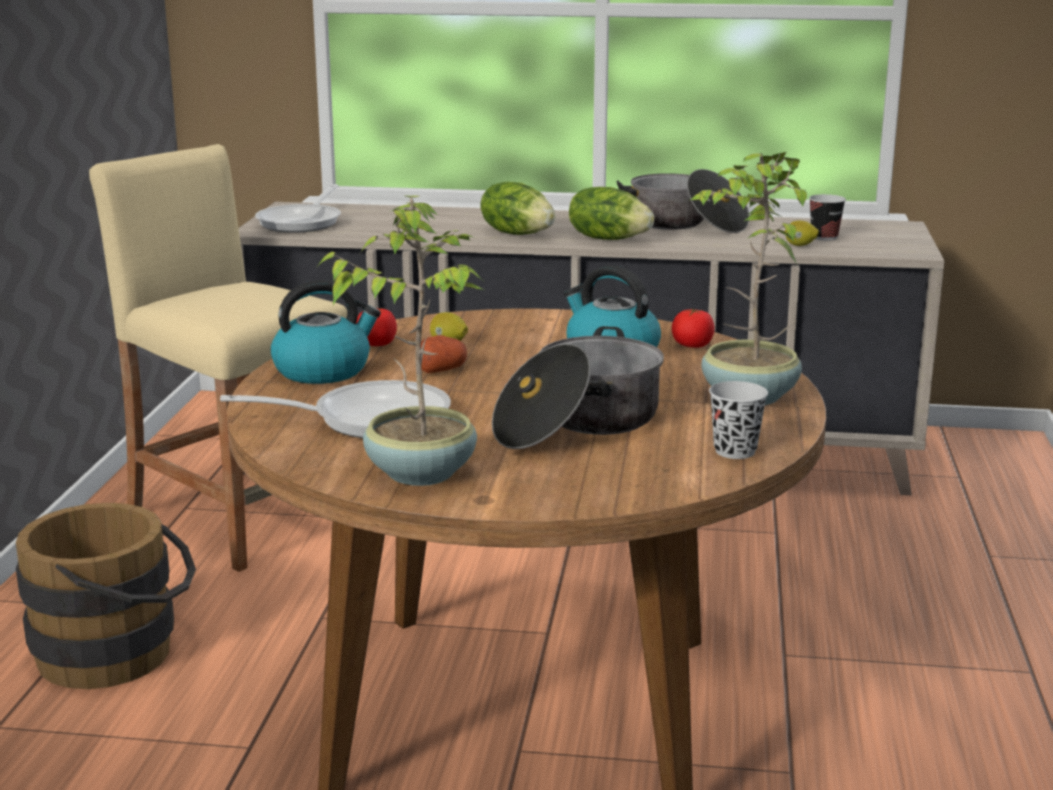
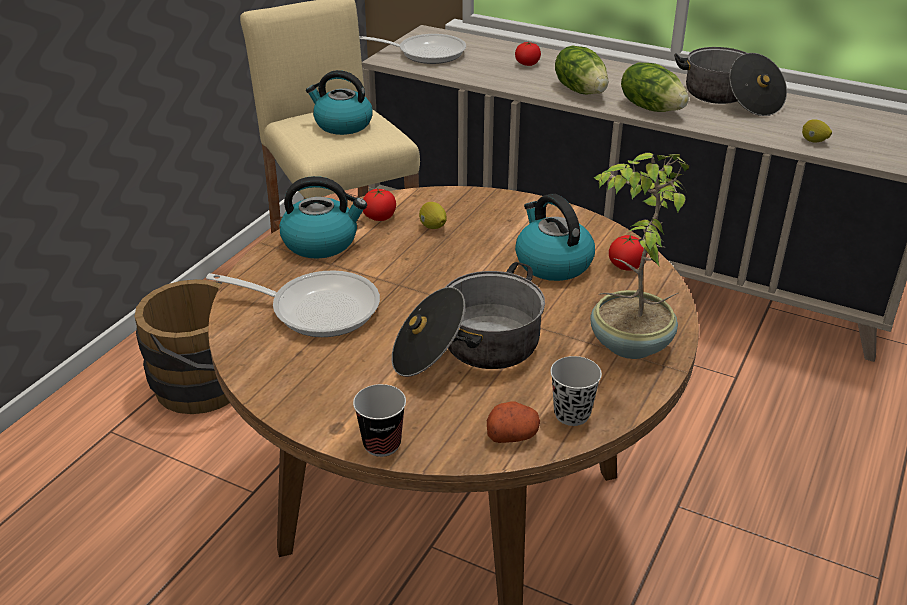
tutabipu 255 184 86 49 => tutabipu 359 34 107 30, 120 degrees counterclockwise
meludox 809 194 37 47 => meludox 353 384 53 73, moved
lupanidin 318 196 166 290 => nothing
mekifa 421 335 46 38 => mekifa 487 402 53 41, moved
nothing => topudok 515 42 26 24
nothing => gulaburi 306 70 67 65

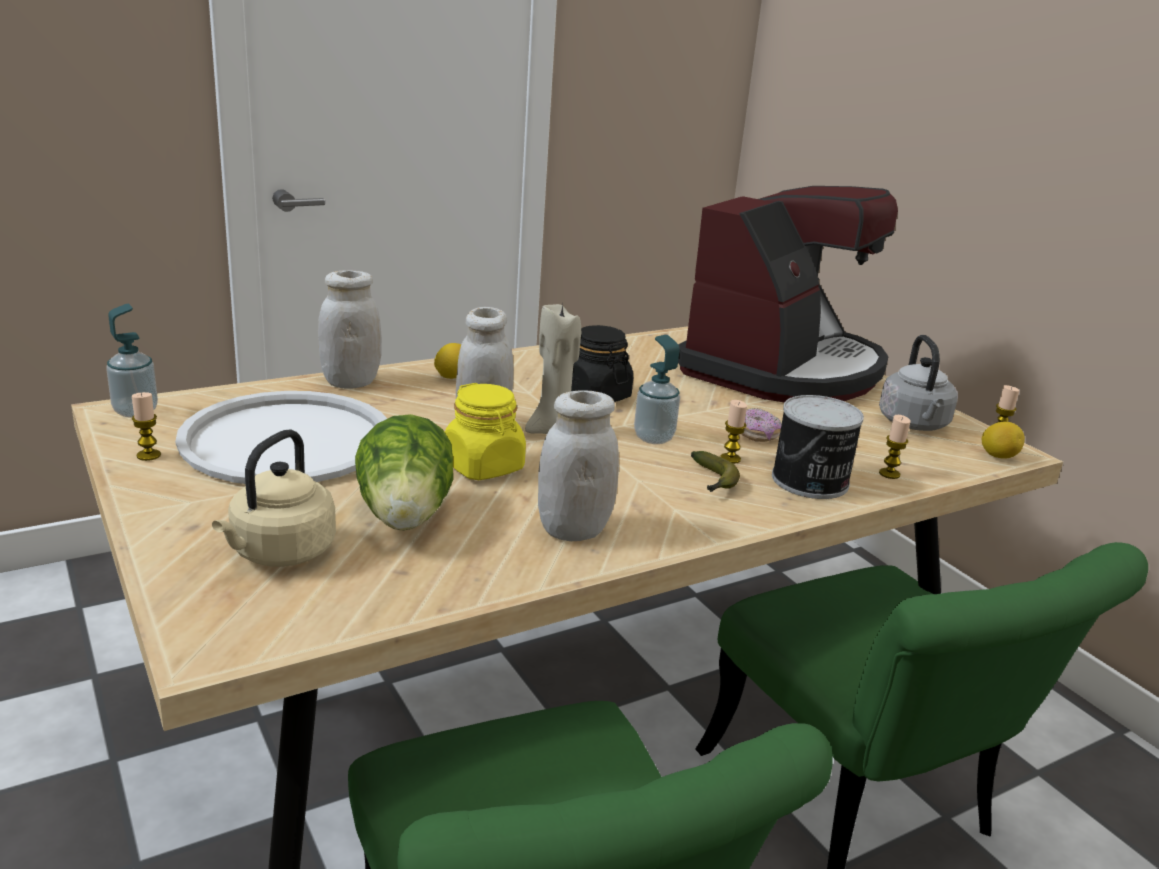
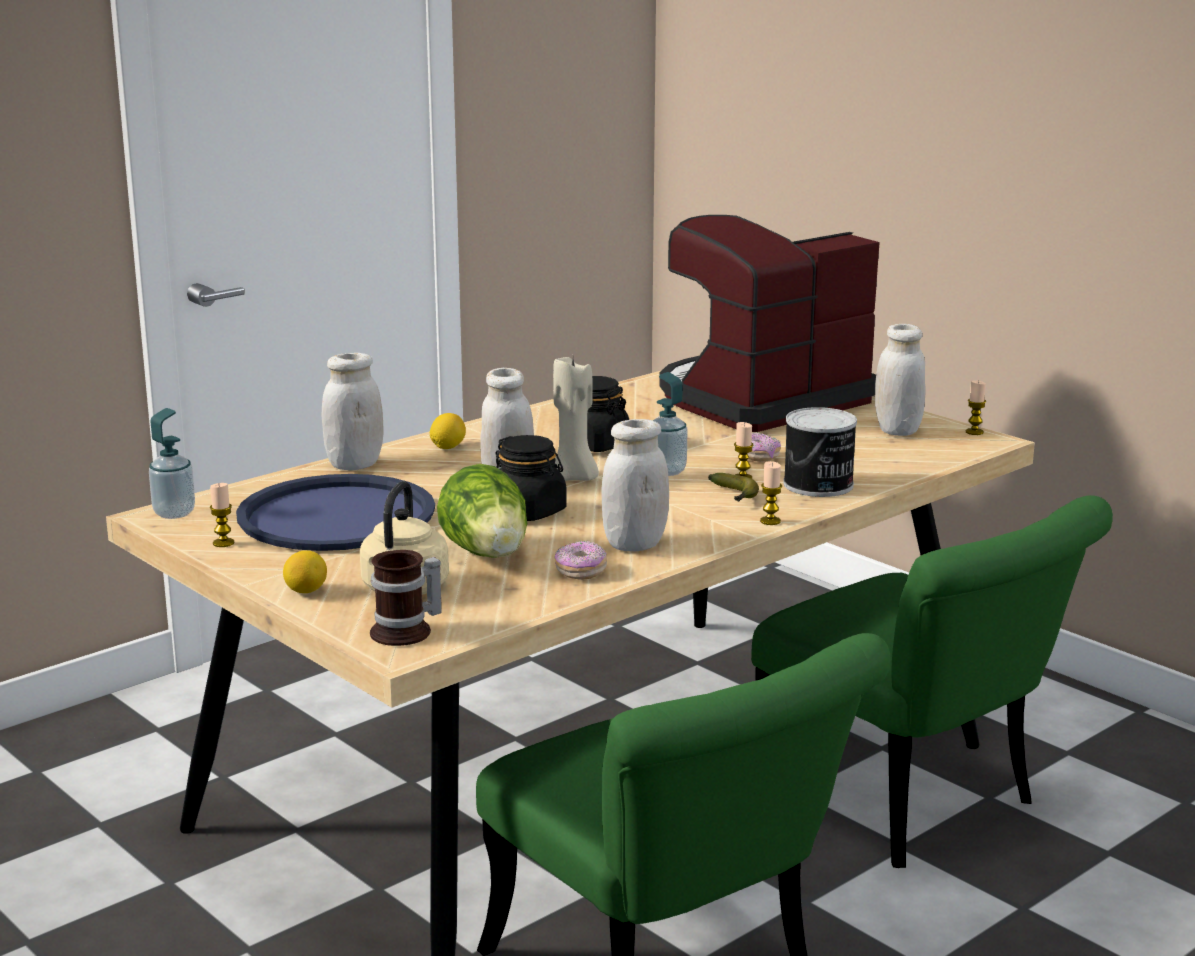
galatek 678 186 220 217 => galatek 659 215 221 217, 150 degrees counterclockwise
gulaburi (grey) 879 335 79 96 => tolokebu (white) 875 324 51 112
tolokebu (yellow) 445 383 81 97 => tolokebu (black) 496 435 71 86
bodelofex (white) 175 391 212 93 => bodelofex (blue) 236 474 199 77
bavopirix 879 415 32 64 => bavopirix 760 461 22 64, moved
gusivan 981 421 44 38 => gusivan 283 550 44 43, moved
nothing => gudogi 555 541 52 39
nothing => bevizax 370 550 72 96

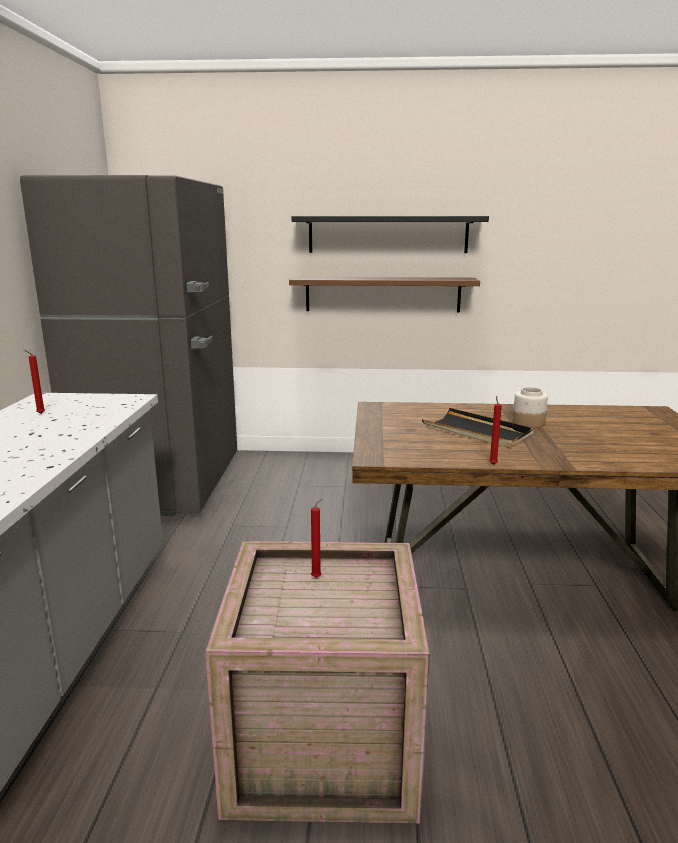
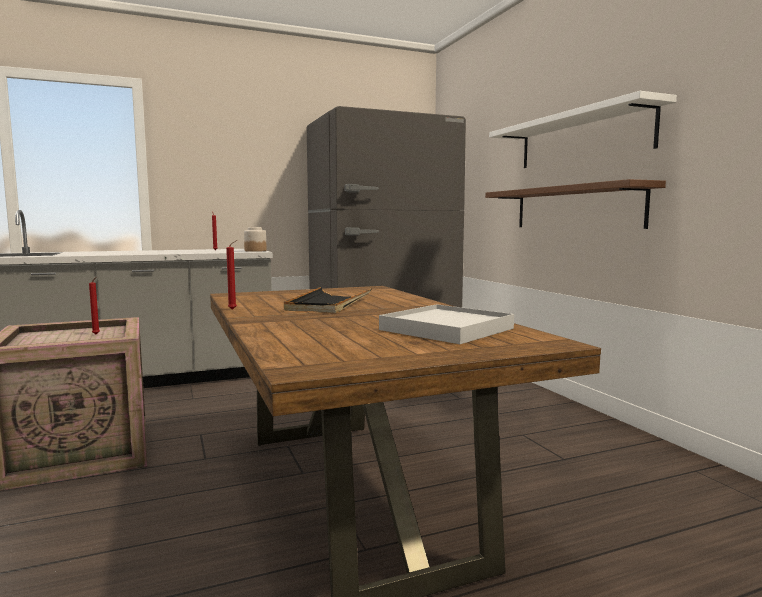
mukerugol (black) 292 216 197 37 => mukerugol (white) 489 91 188 77
tolokebu 513 387 35 41 => tolokebu 244 227 23 25, moved
nothing => bodelofex (white) 379 304 135 40

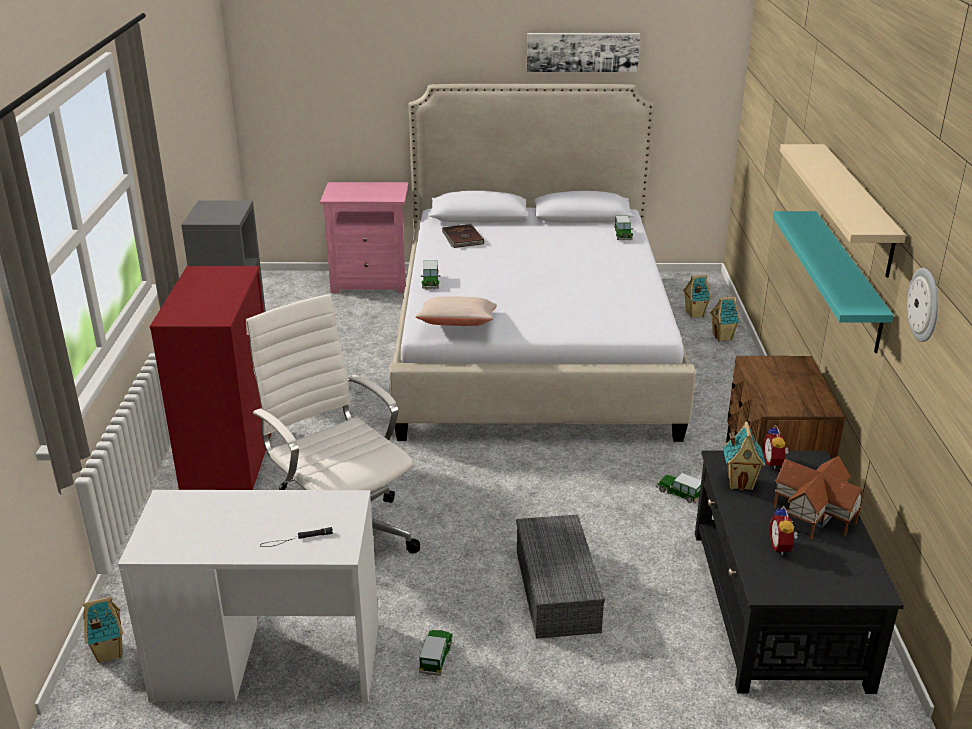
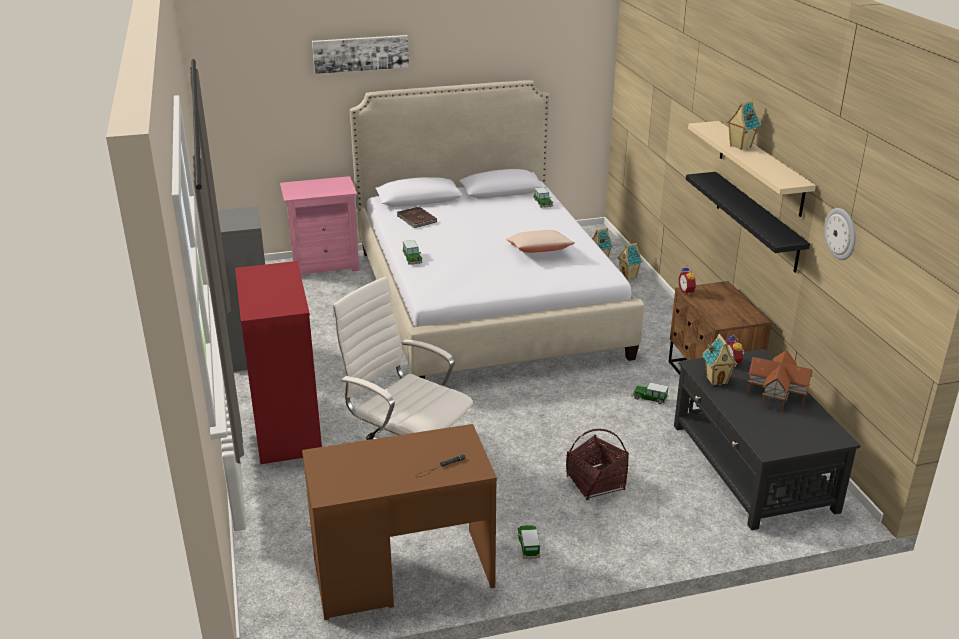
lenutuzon 527 33 113 39 => lenutuzon 312 35 97 39, moved
mukerugol (turquoise) 773 211 121 142 => mukerugol (black) 686 172 124 101
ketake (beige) 416 296 81 30 => ketake (beige) 506 230 69 23, moved
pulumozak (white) 118 490 261 214 => pulumozak (brown) 302 424 195 196
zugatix 770 506 28 49 => zugatix 679 265 18 30, moved
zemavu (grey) 516 514 89 125 => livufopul 566 429 63 71
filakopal 83 597 40 66 => filakopal 726 100 35 50, moved

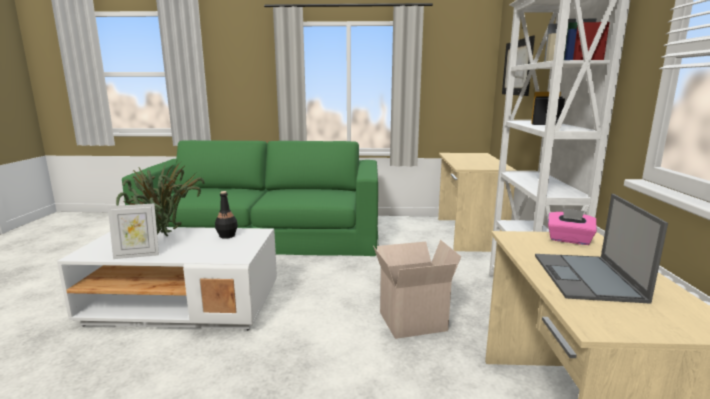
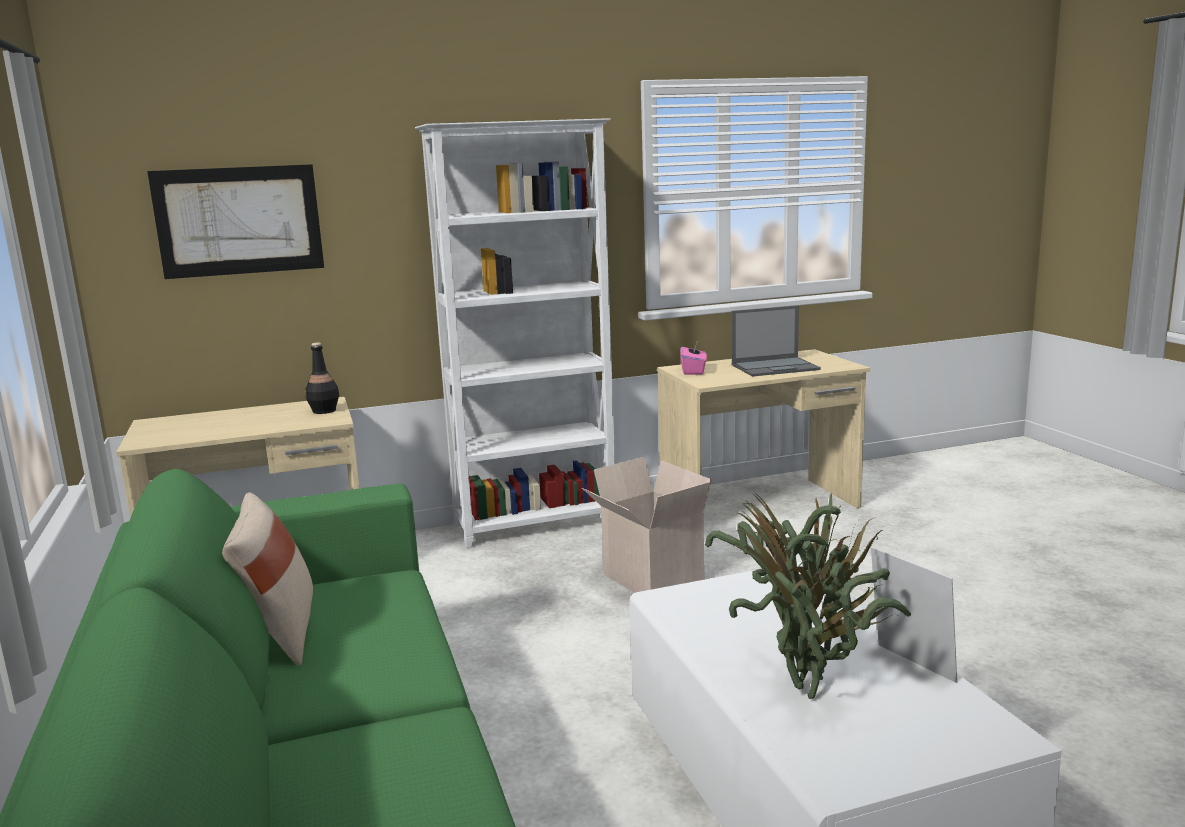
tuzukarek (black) 215 191 23 48 => tuzukarek (black) 305 343 34 71, moved
nothing => ketake (beige) 222 492 91 174

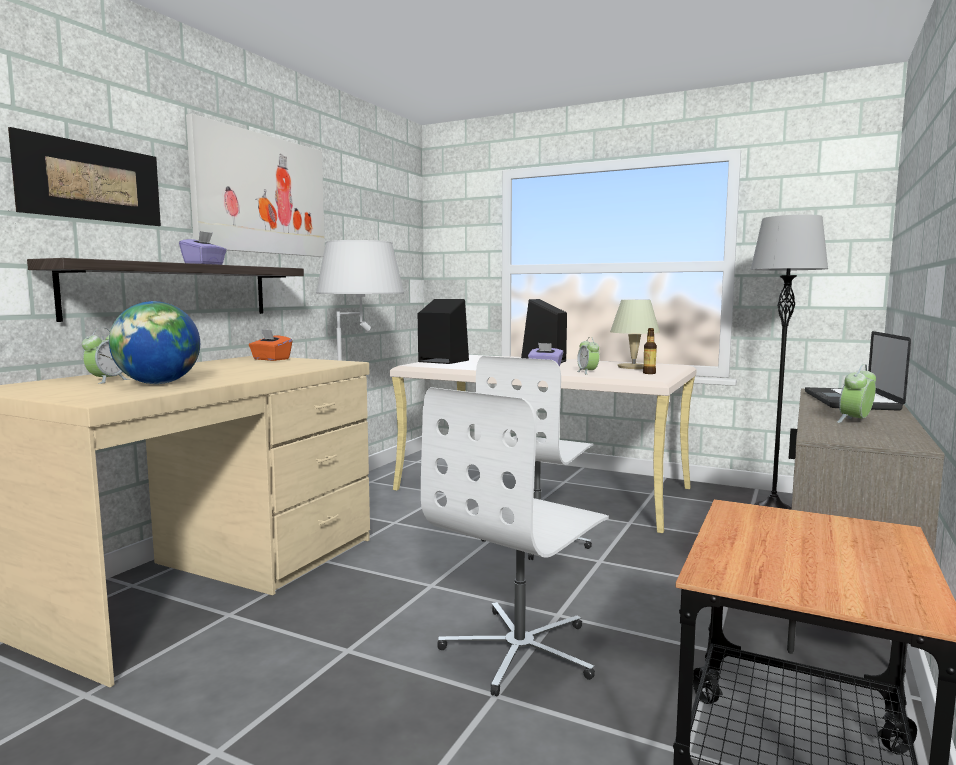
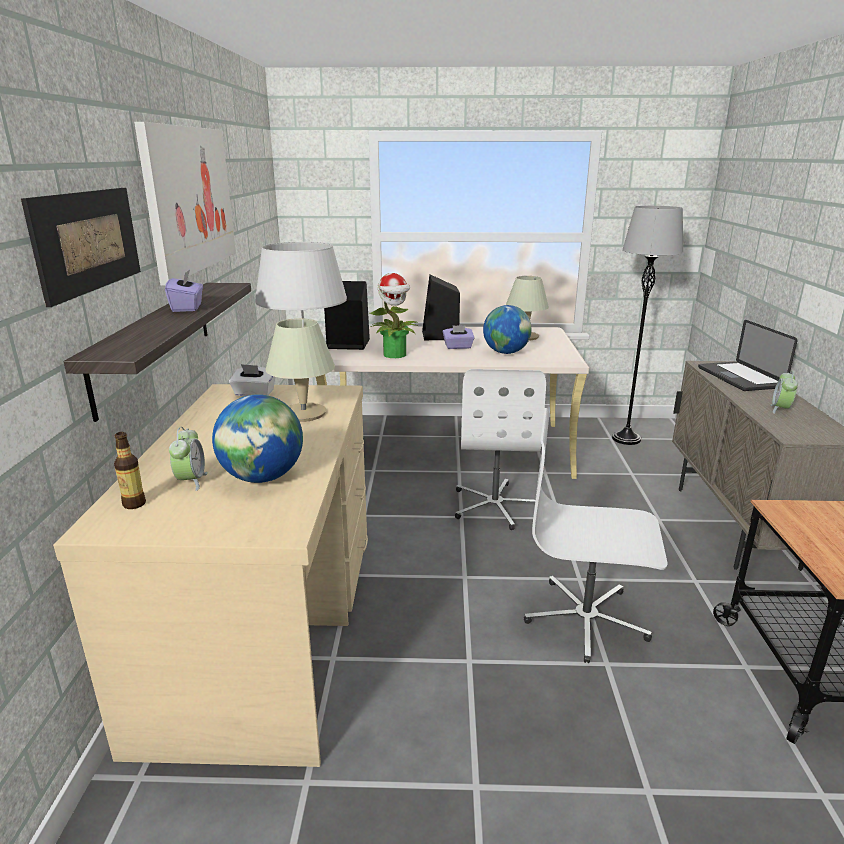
tuzukarek 643 328 14 46 => tuzukarek 114 432 32 77, moved
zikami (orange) 249 329 43 32 => zikami (white) 229 364 46 32
zugatix 577 337 22 38 => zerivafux 483 305 49 49
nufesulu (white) 421 387 188 309 => nufesulu (white) 524 408 144 255, 90 degrees clockwise
nothing => lupanidin 370 273 48 85
nothing => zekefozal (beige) 265 318 70 104

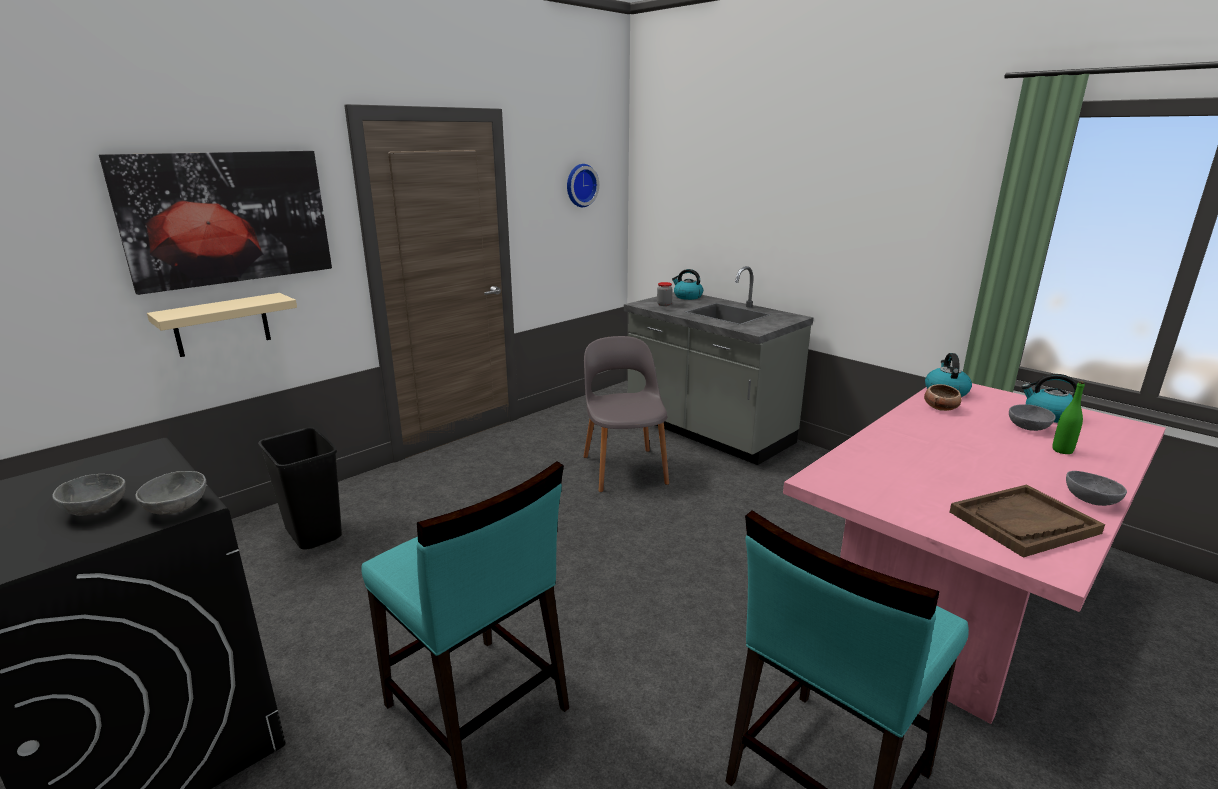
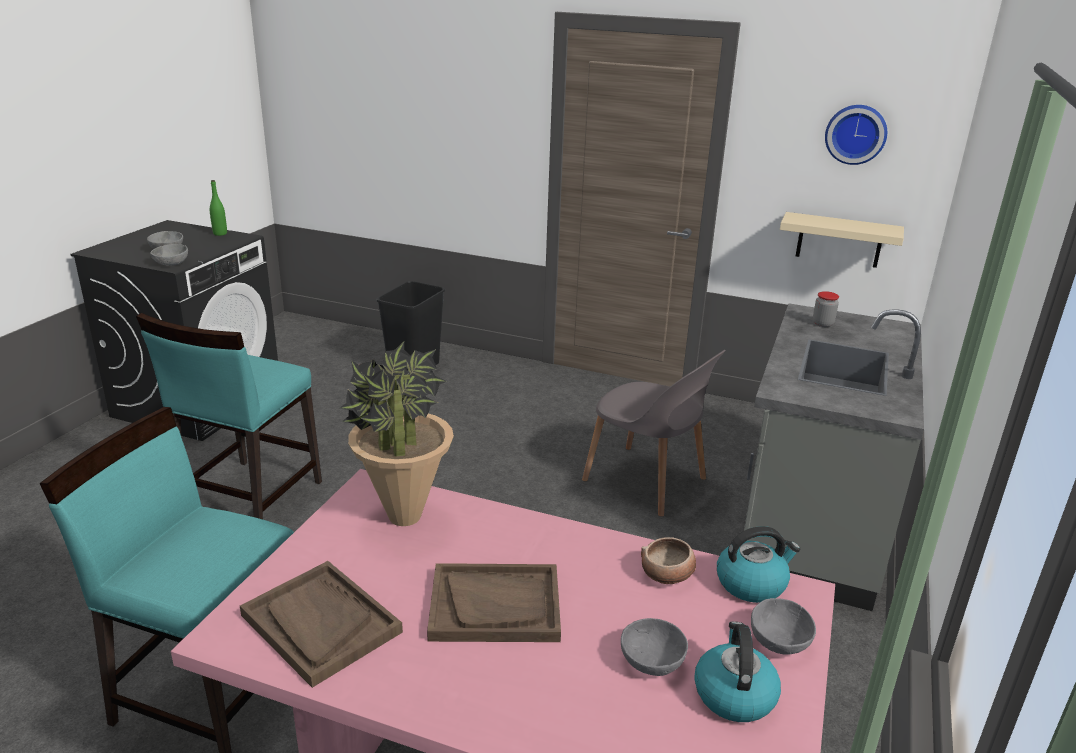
lenutuzon 99 151 233 144 => nothing
gulaburi 672 269 31 31 => nothing
mukerugol (beige) 147 293 150 64 => mukerugol (beige) 780 212 124 56, moved
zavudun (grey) 583 336 86 156 => zavudun (grey) 582 350 144 167, 75 degrees clockwise
tuzukarek (green) 1052 381 33 73 => tuzukarek (green) 210 180 17 56, moved
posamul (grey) 1066 471 61 35 => posamul (grey) 751 598 65 57, moved
nothing => lupanidin 340 342 114 184
nothing => bodelofex (brown) 427 563 134 79

